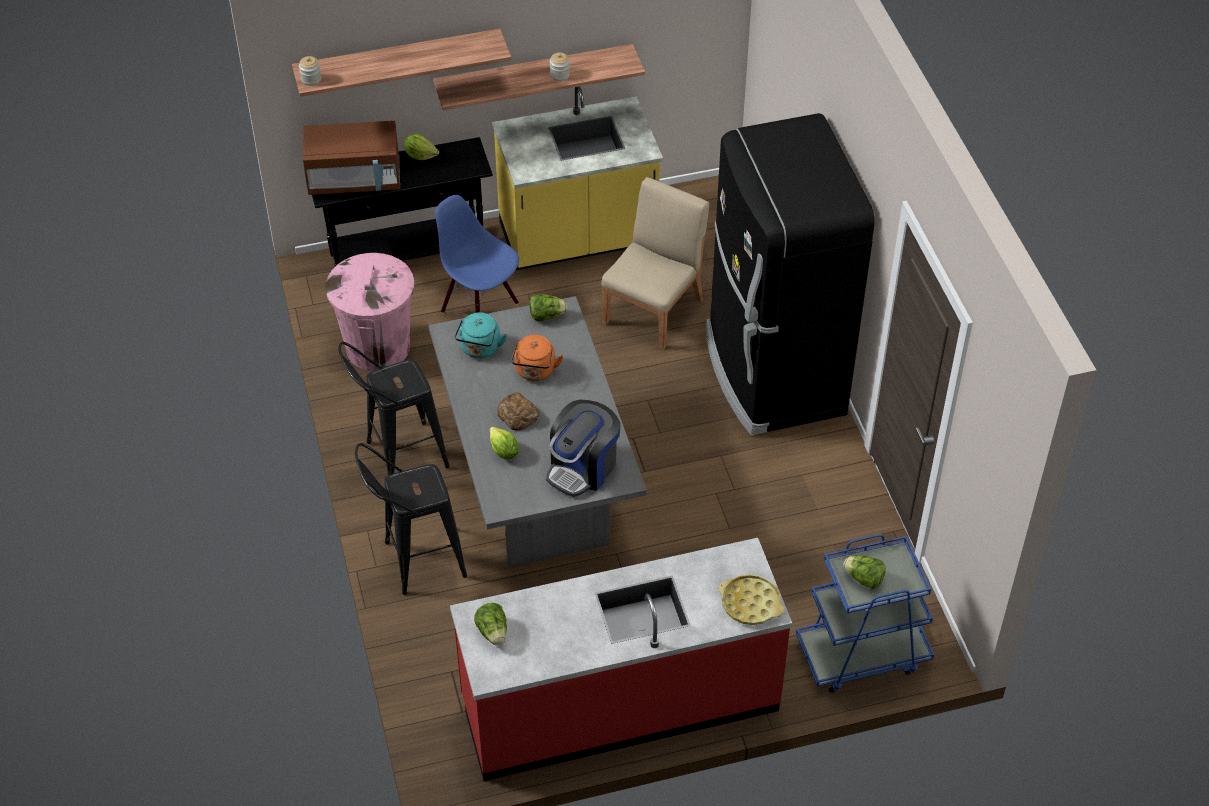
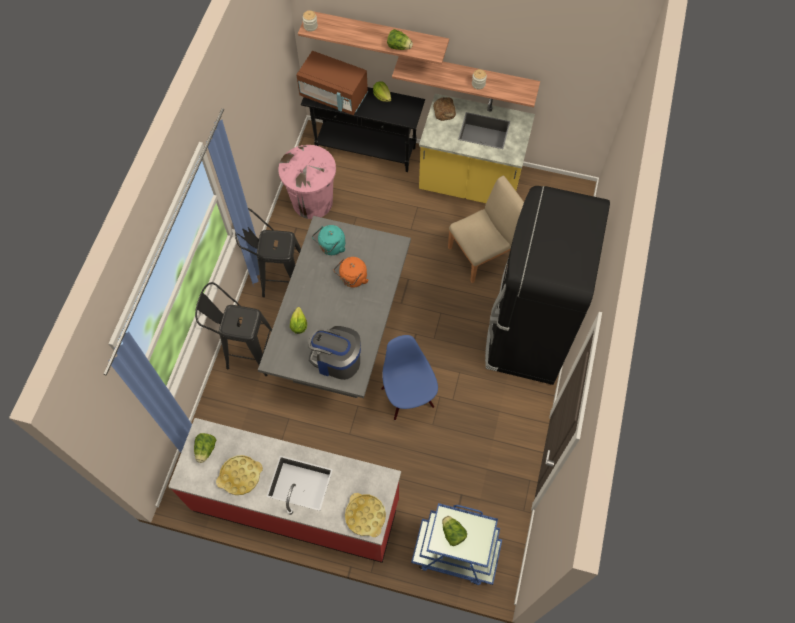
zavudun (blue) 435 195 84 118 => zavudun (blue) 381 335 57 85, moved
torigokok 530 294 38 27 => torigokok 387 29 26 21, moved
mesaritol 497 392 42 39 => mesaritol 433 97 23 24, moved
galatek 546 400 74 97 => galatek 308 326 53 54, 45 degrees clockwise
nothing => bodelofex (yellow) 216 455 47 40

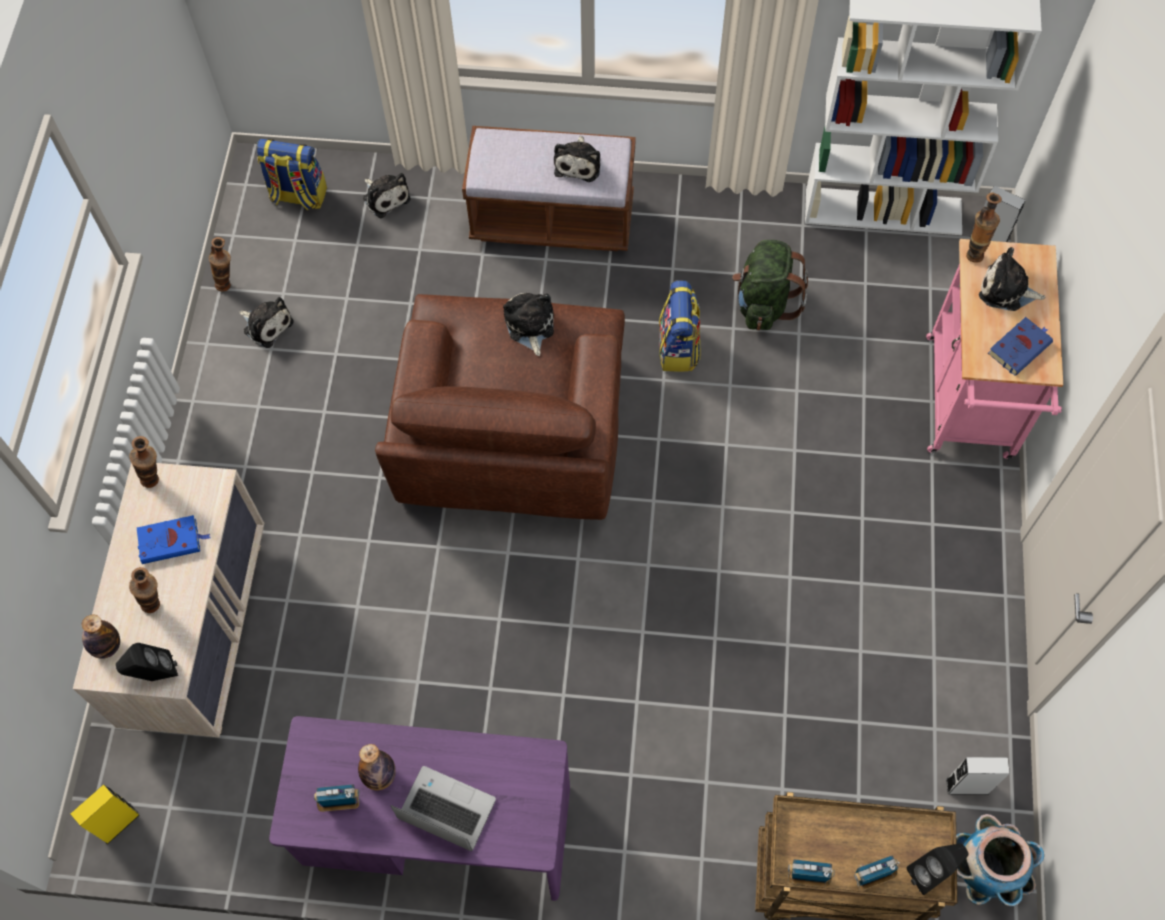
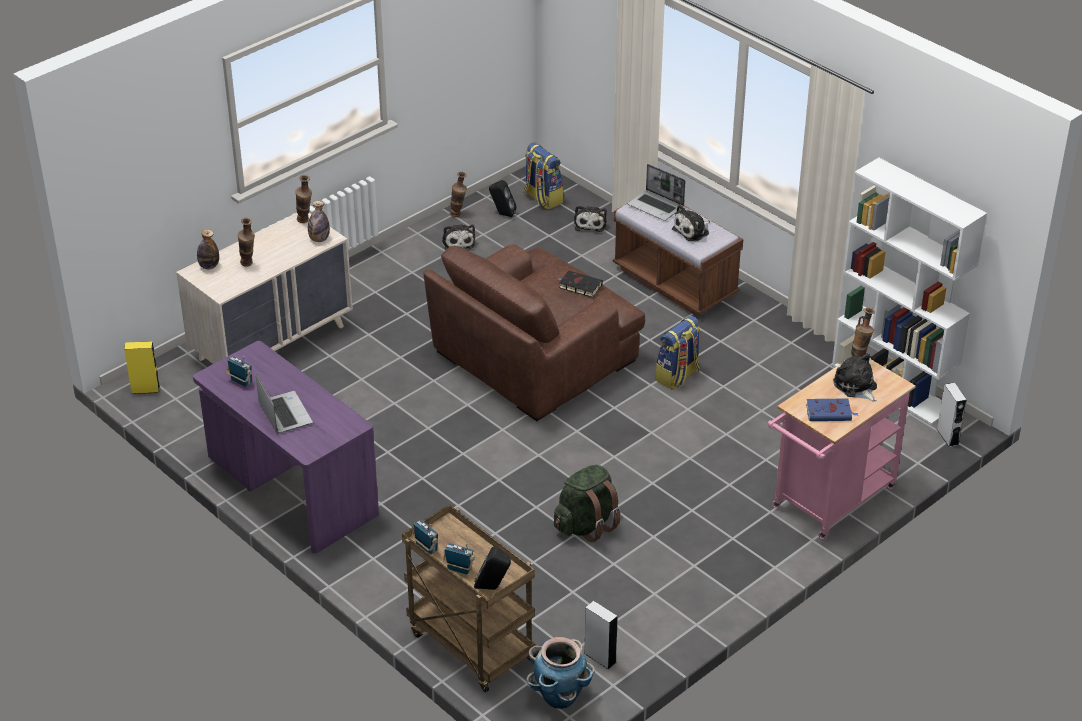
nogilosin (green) 732 240 76 90 => nogilosin (green) 554 465 67 77, moved
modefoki 503 293 51 63 => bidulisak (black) 557 271 46 27
bidulisak (blue) 137 515 73 49 => nothing
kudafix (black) 116 643 62 38 => kudafix (black) 489 180 28 37, moved
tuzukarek 358 744 38 46 => tuzukarek 308 201 22 41, moved
nothing => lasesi 627 164 58 57

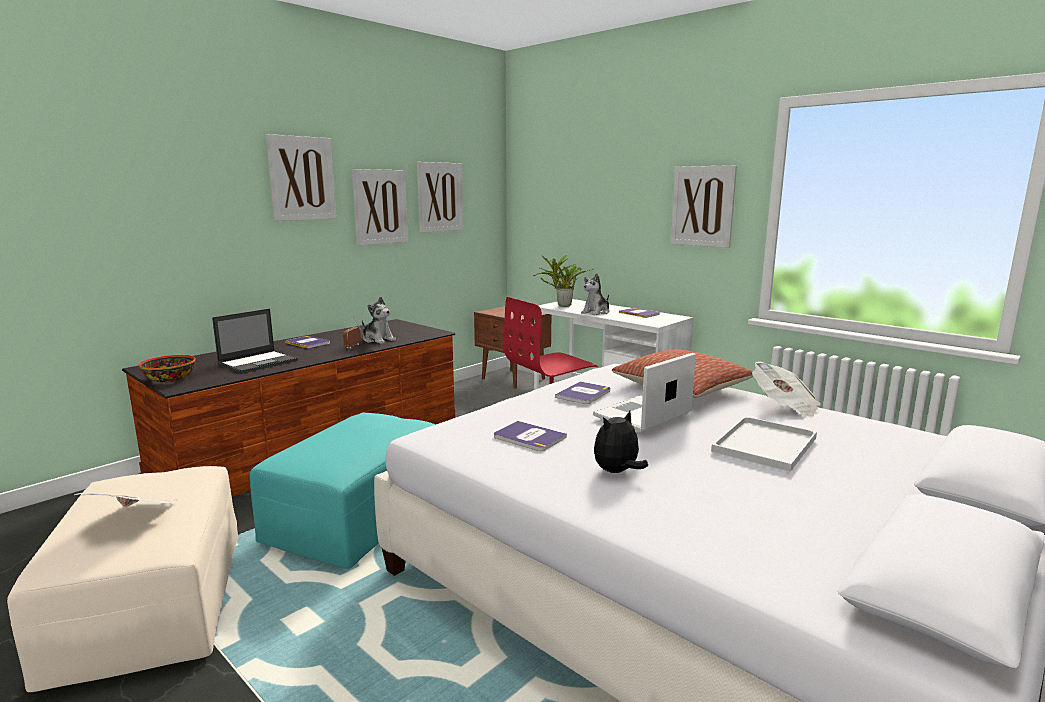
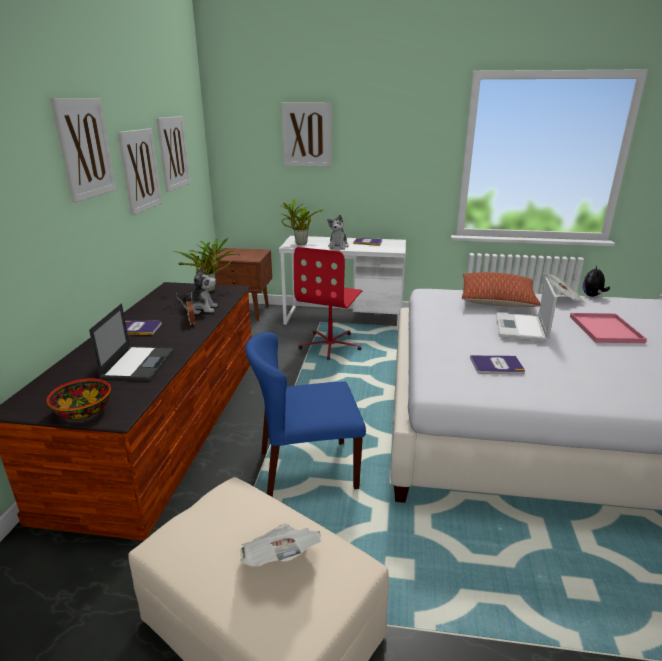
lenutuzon 671 165 66 83 => lenutuzon 282 103 49 64, moved
bidulisak 555 381 55 23 => nothing
modefoki 594 410 54 63 => modefoki 583 266 27 31, moved
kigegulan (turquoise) 250 413 186 156 => zavudun (blue) 245 332 121 165
bodelofex (white) 711 416 106 56 => bodelofex (pink) 570 313 77 30
nothing => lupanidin 174 238 65 54

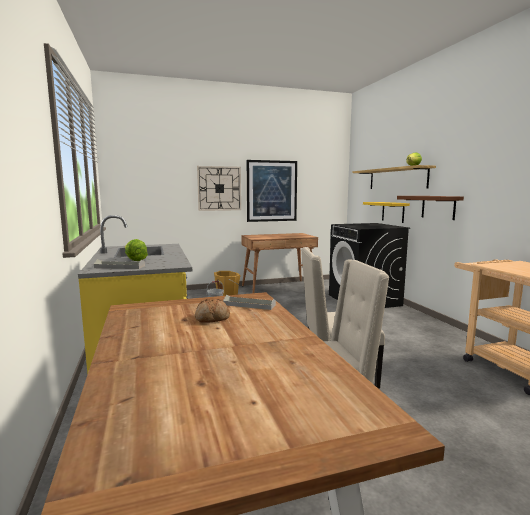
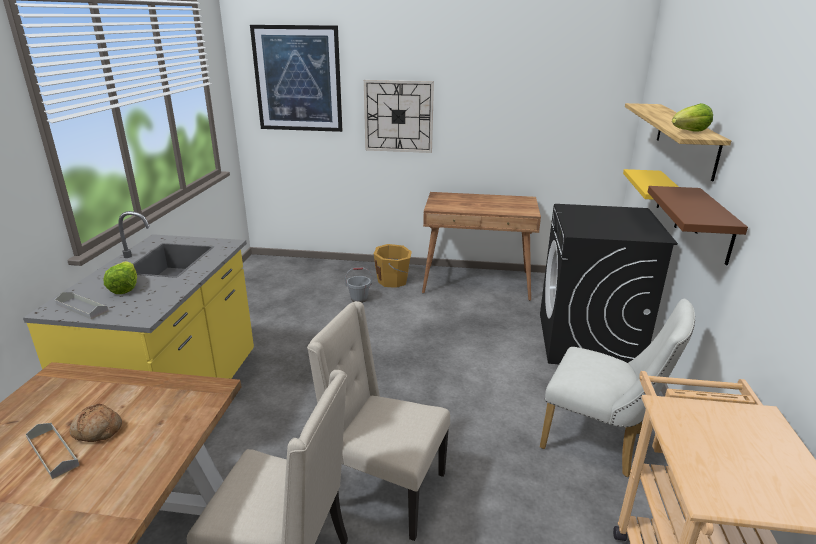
lenutuzon 247 160 50 62 => lenutuzon 250 25 92 107, moved
bodelofex (grey) 223 295 53 15 => bodelofex (grey) 26 423 54 56, moved
nothing => zavudun (white) 540 299 155 178

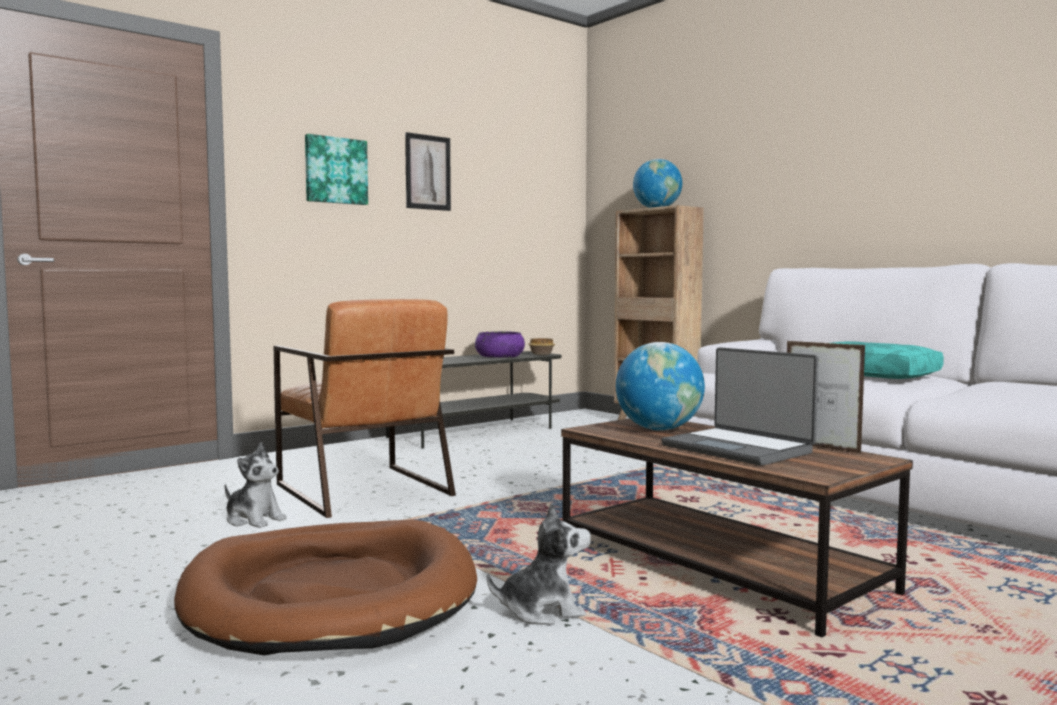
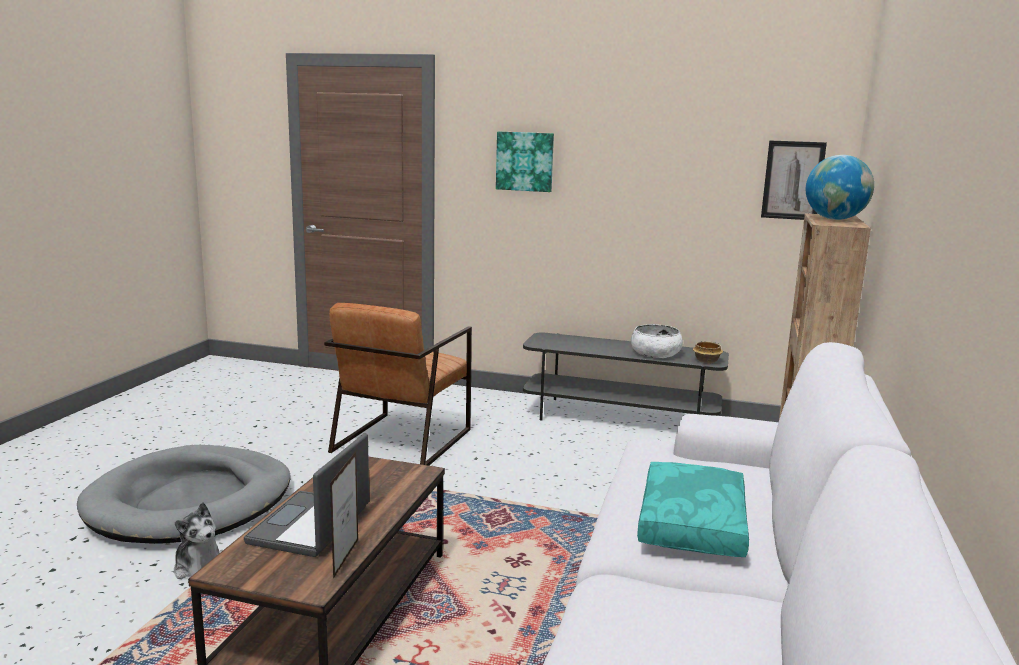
lenutuzon 405 132 46 79 => lenutuzon 761 140 66 80, moved
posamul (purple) 475 331 50 27 => posamul (white) 631 324 52 34
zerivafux 616 342 89 88 => nothing
modefoki 225 443 62 85 => nothing
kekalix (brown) 174 519 303 137 => kekalix (grey) 77 445 213 99

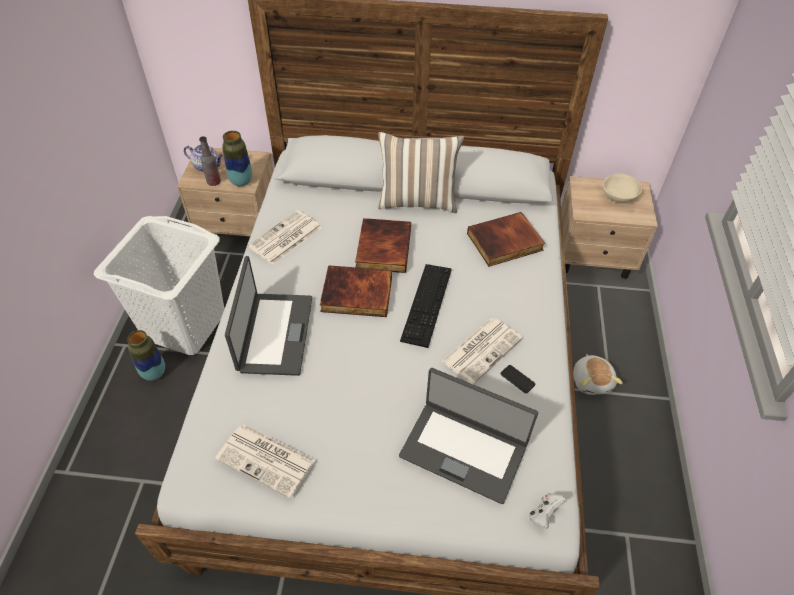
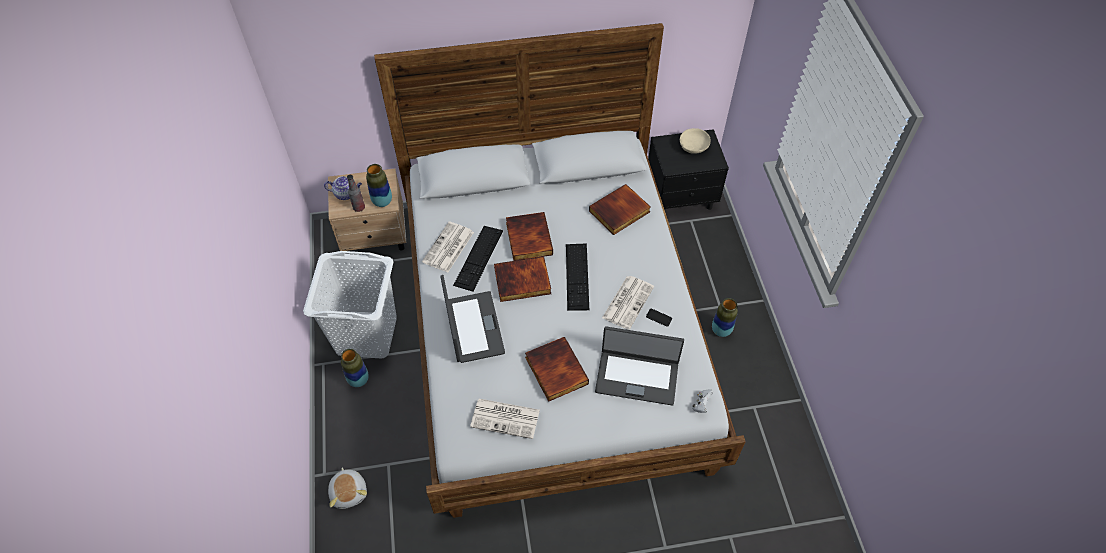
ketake 378 132 86 81 => nothing
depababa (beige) 561 176 97 103 => depababa (black) 648 129 81 81
modefoki 573 354 50 41 => modefoki 328 467 39 42, moved
nothing => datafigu 453 226 50 66
nothing => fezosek 712 298 26 39
nothing => bidulisak 525 337 64 65

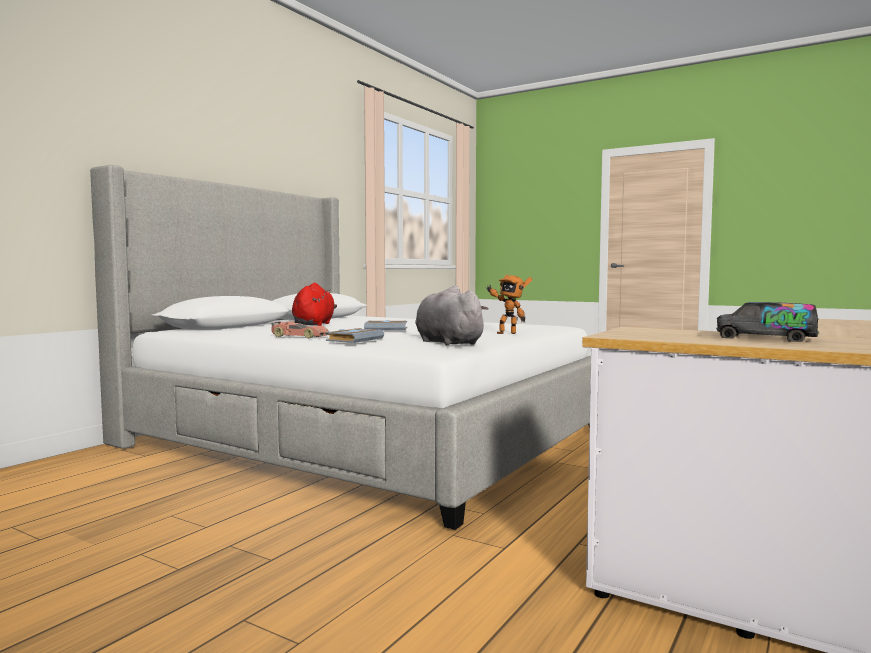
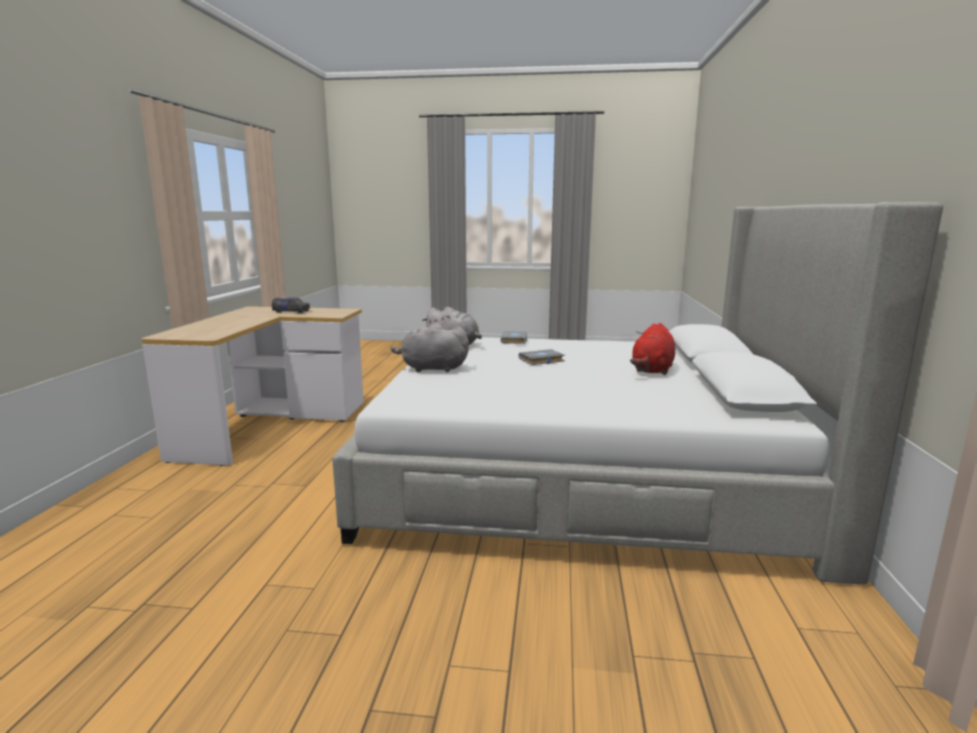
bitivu 486 274 46 60 => modefoki (grey) 391 323 78 49
modefoki (red) 292 283 45 43 => modefoki (red) 630 323 45 52, 45 degrees clockwise
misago 271 321 58 17 => nothing

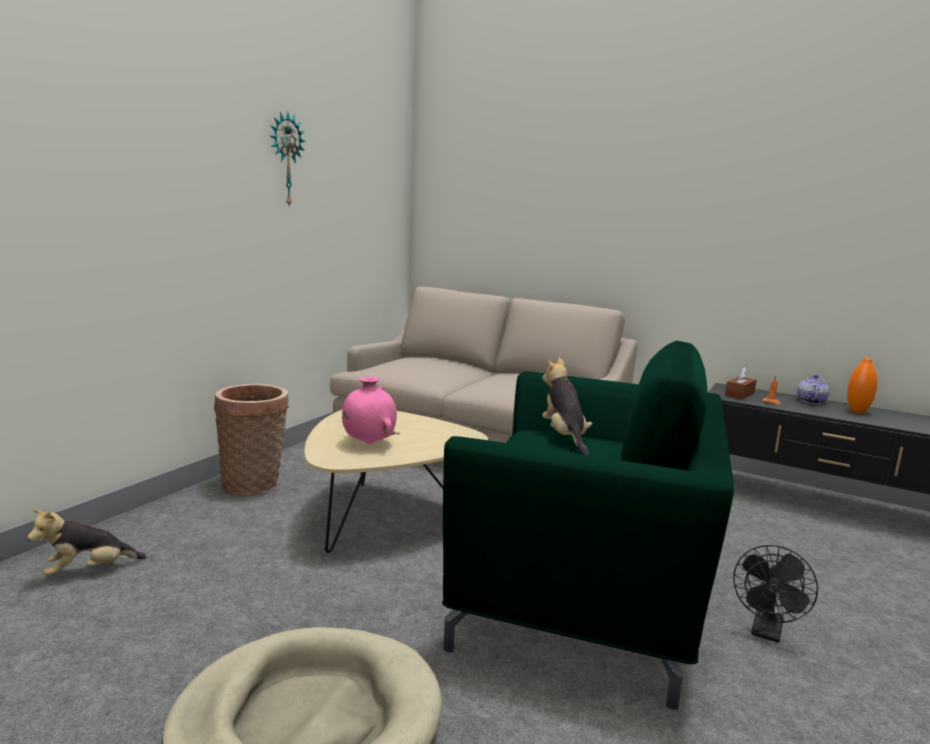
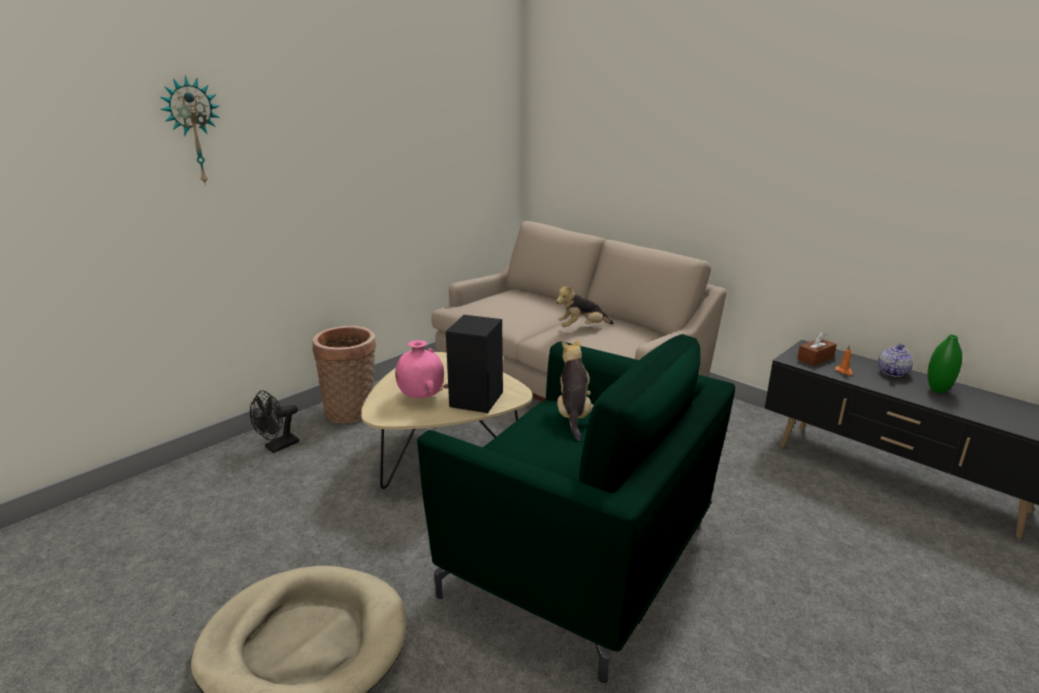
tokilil 270 112 36 96 => tokilil 160 76 60 110, moved
fezosek (orange) 847 358 31 55 => fezosek (green) 927 335 36 58
modefoki 27 509 119 66 => modefoki 556 284 58 43, moved
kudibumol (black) 733 545 85 98 => kudibumol (black) 250 390 49 63, moved
nothing => kudafix (black) 446 315 57 98

